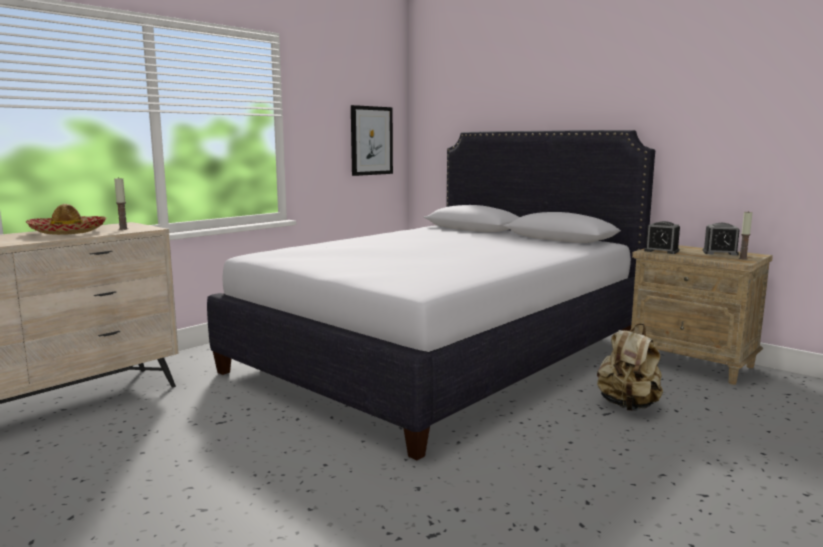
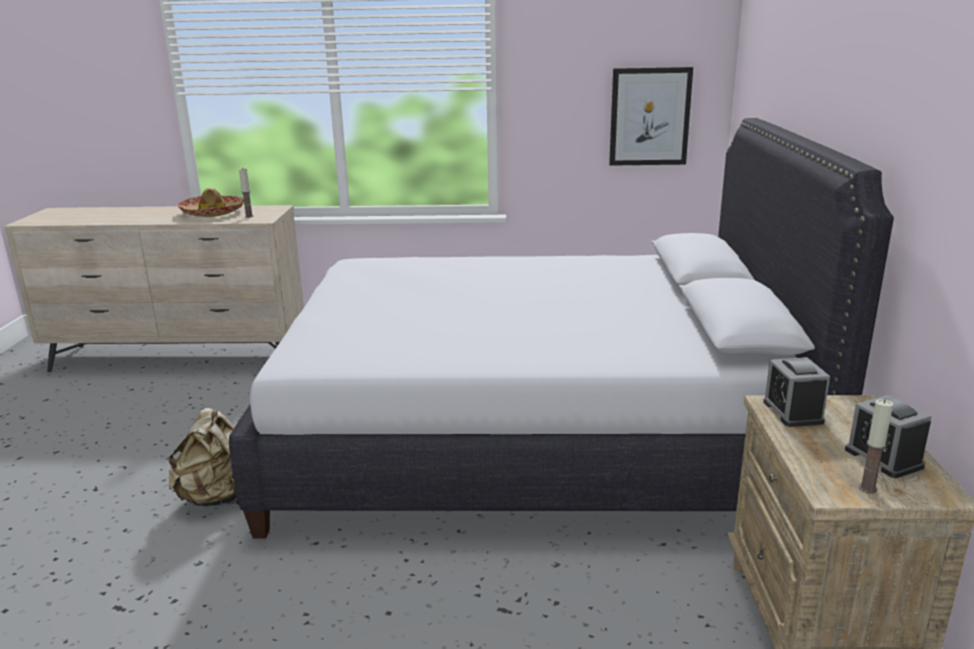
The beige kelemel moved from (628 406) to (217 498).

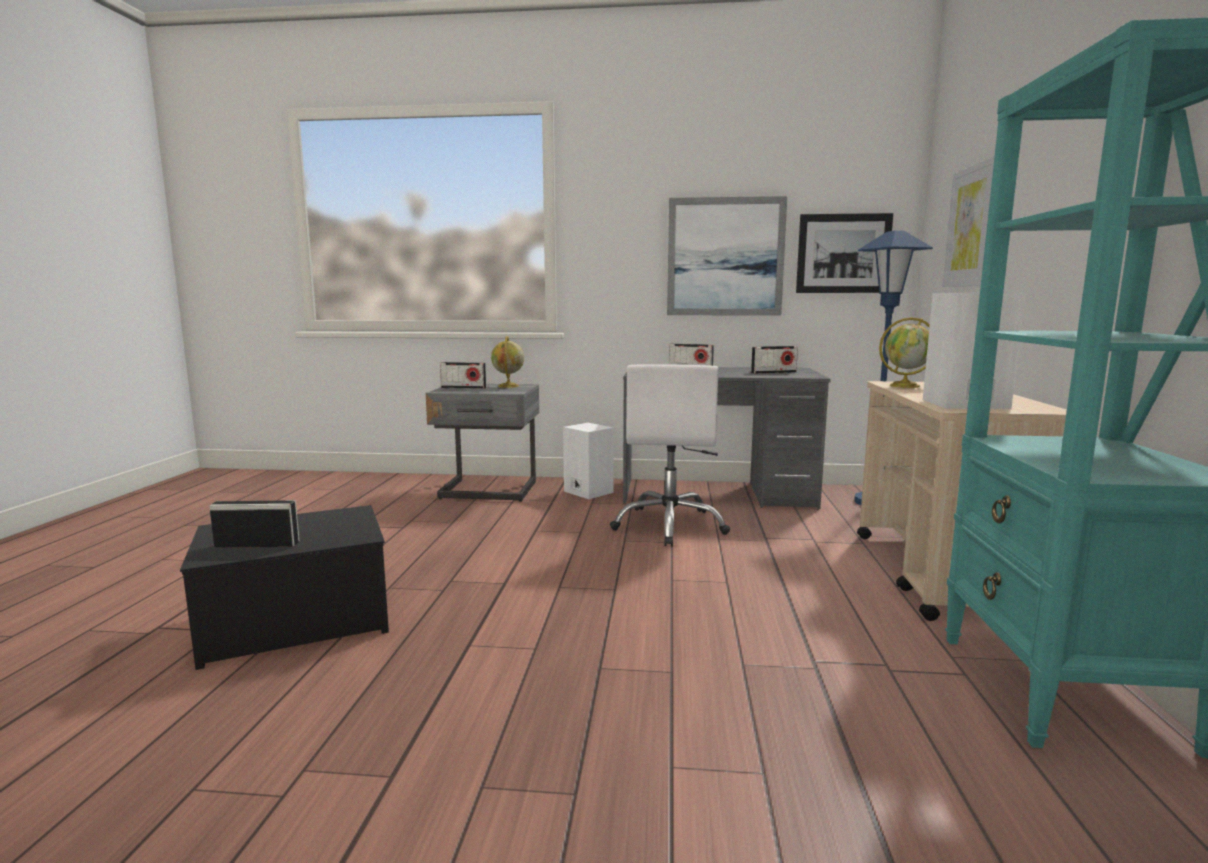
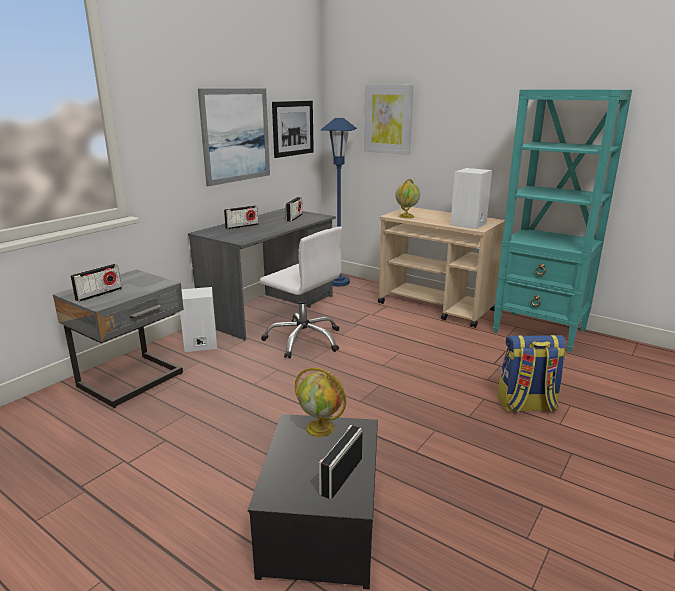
The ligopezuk moved from (508 386) to (321 428). The kelemel at (526 406) appeared.

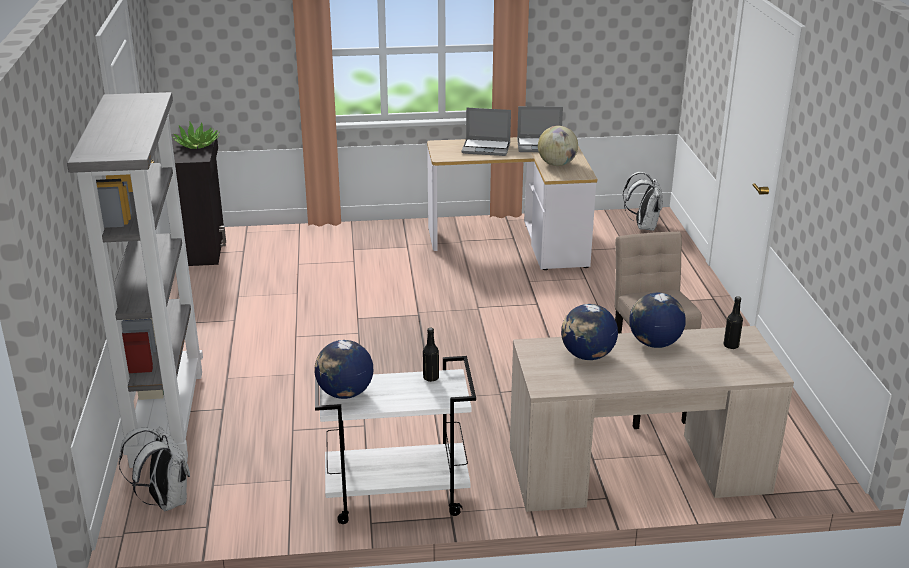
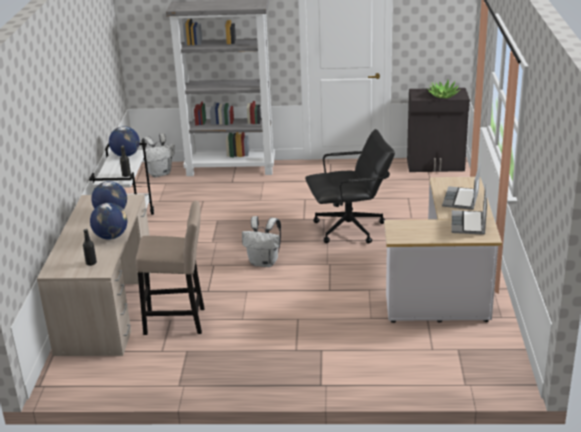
The white kelemel moved from (643 226) to (264 262). The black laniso at (350 229) appeared. The ligopezuk at (557 164) disappeared.

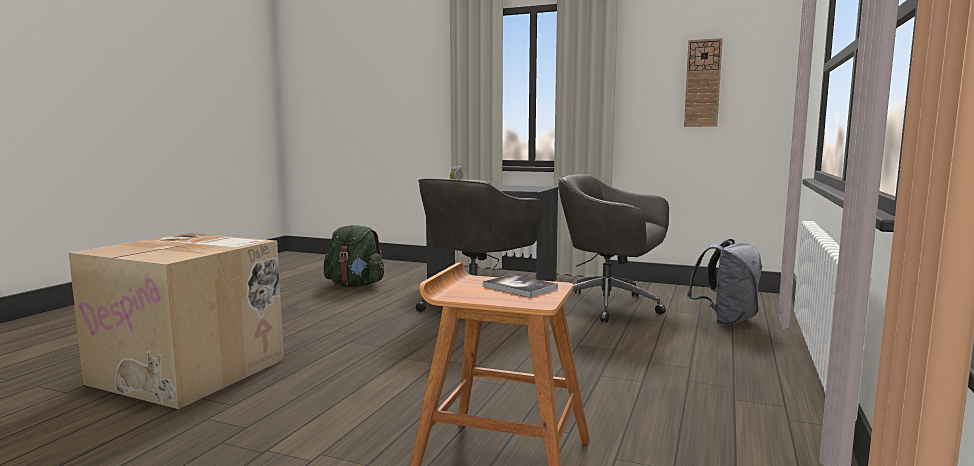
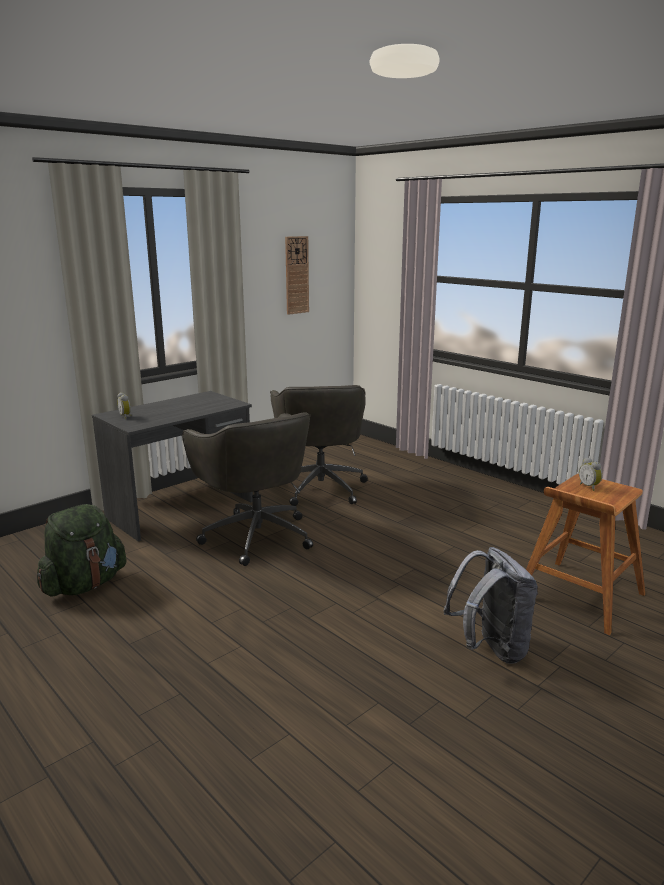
The grey laniso at (610 306) turned 60 degrees counterclockwise. The grey kelemel moved from (726 320) to (490 649). The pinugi at (519 287) was replaced by the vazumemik at (589 487). The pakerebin at (192 371) disappeared.

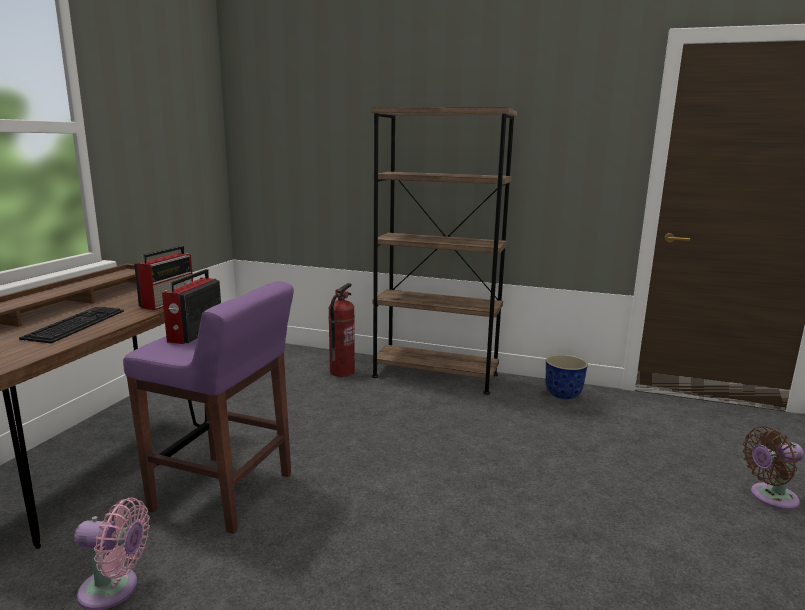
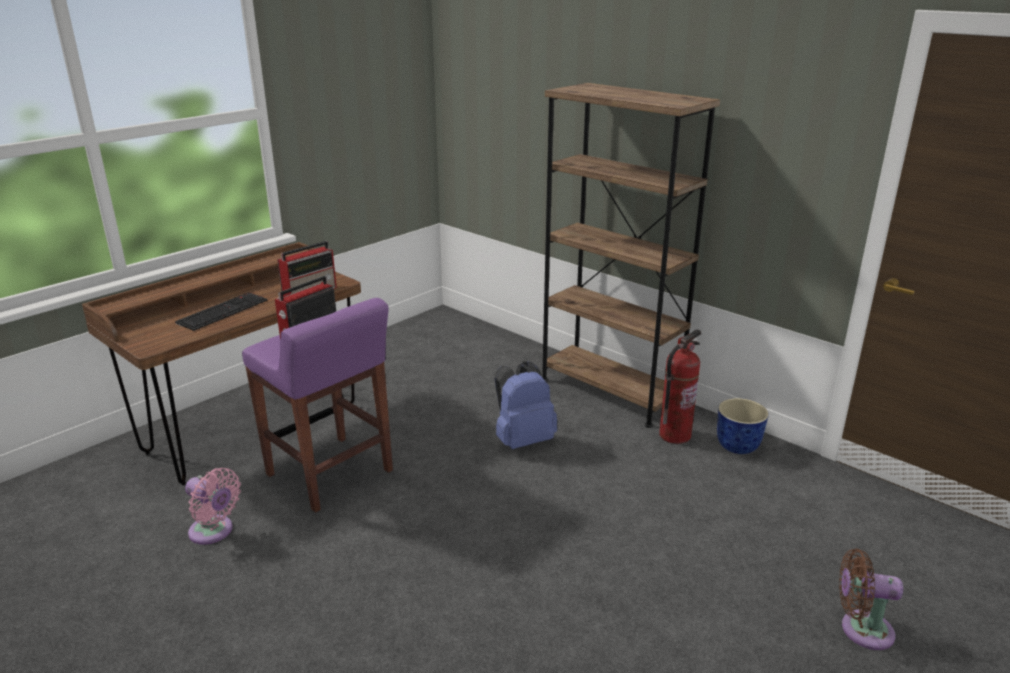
The blue kelemel at (522 440) appeared. The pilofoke moved from (342 372) to (674 435).

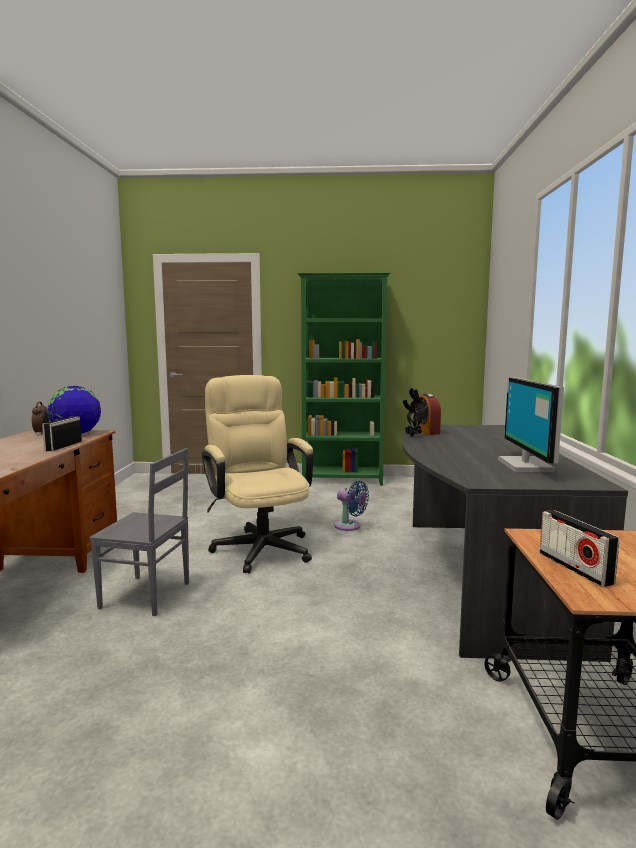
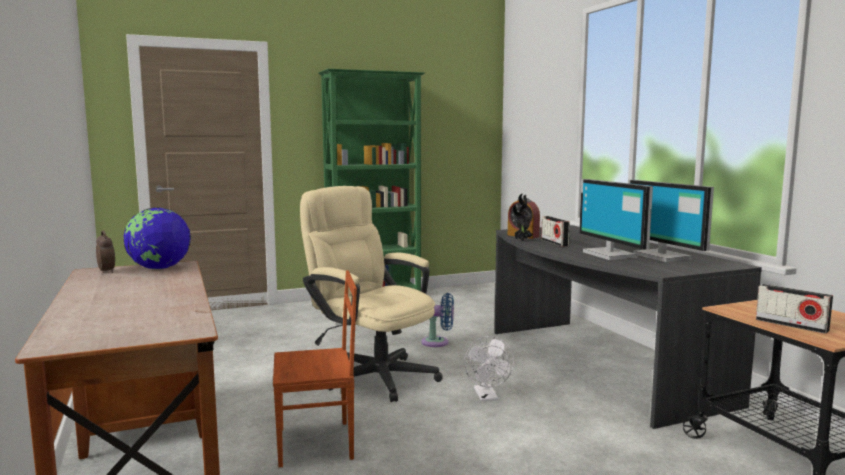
The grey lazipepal at (146 596) became the brown lazipepal at (316 444). The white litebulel at (487 397) appeared. The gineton moved from (63 446) to (554 242). The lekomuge at (611 254) appeared.

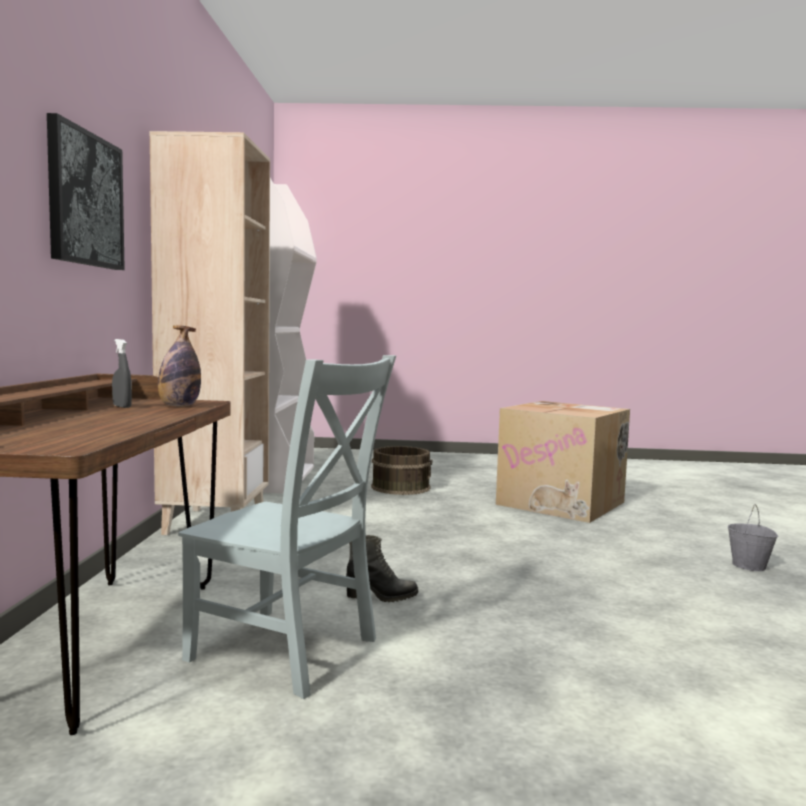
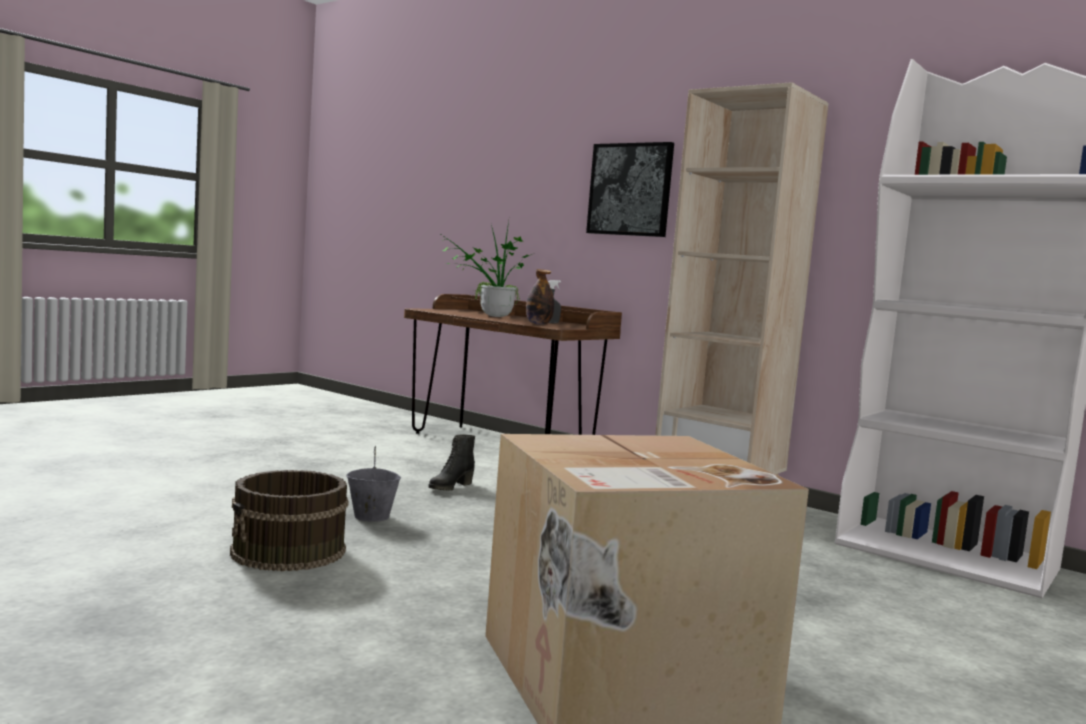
The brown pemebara moved from (401 487) to (289 551). The grey pemebara moved from (749 566) to (371 516). The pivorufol at (489 316) appeared. The grey lazipepal at (289 652) disappeared.

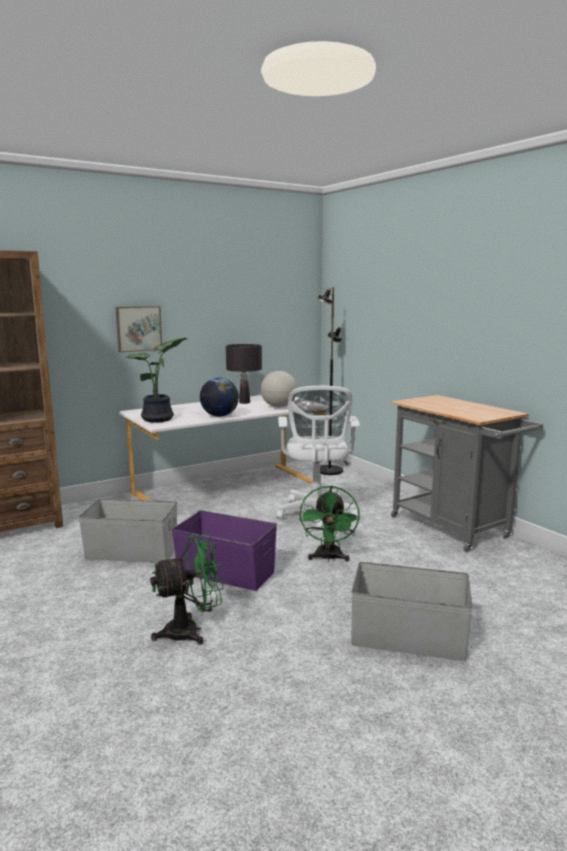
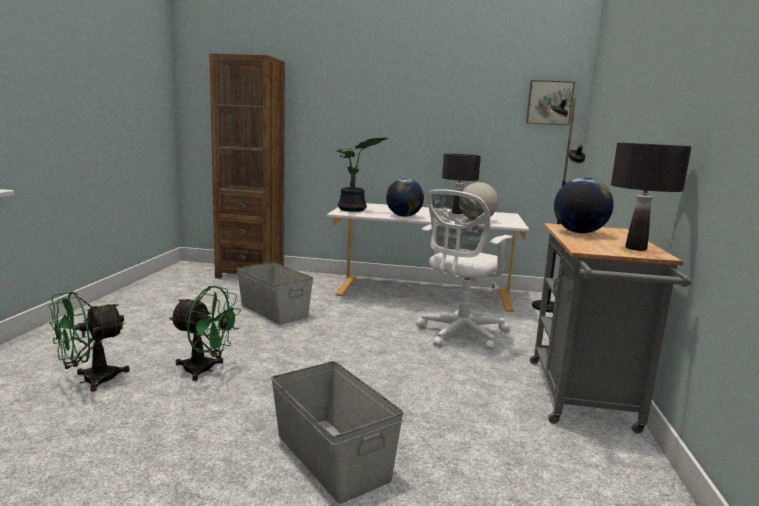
The green litebulel moved from (328 558) to (90 381). The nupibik moved from (138 328) to (549 103). The ligopezuk at (579 232) appeared. The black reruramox at (636 248) appeared. The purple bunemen at (226 572) disappeared.

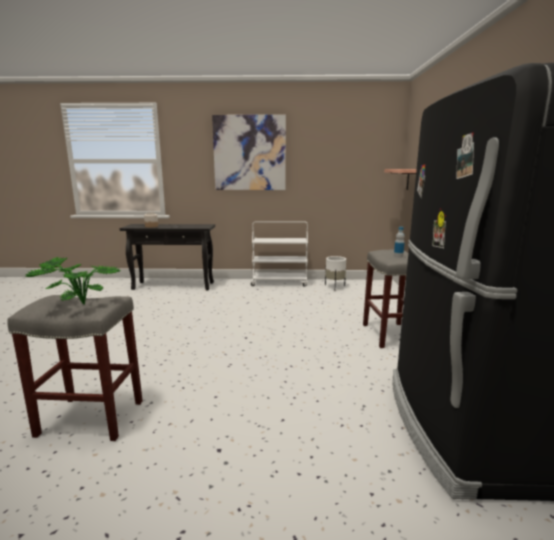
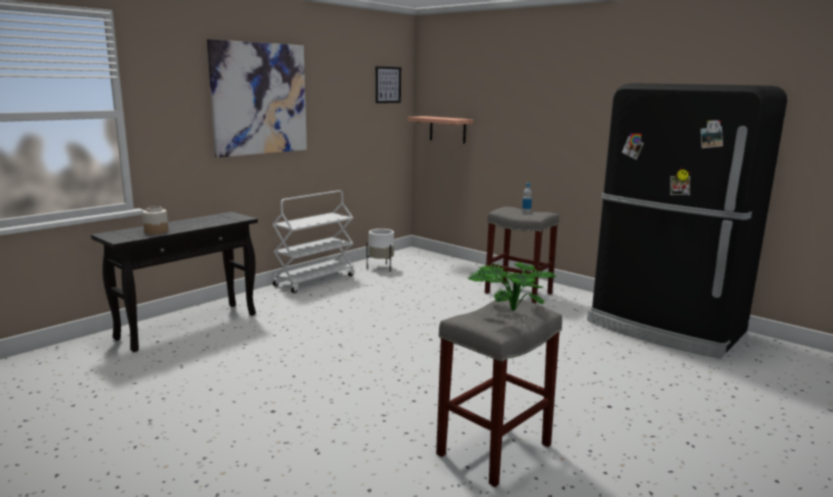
The nupibik at (388 85) appeared.

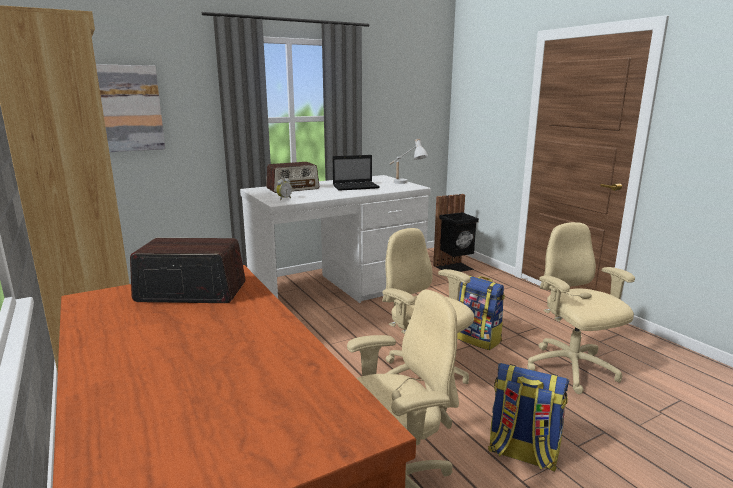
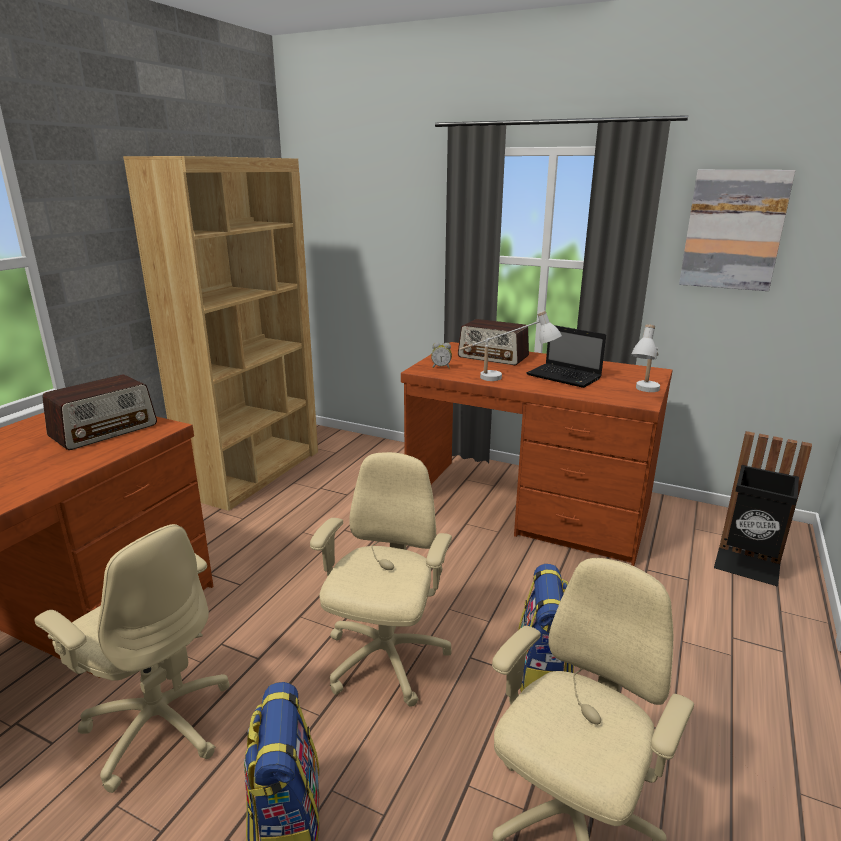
The gineton at (191 292) turned 75 degrees clockwise. The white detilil at (338 289) became the brown detilil at (528 508). The white reruramox at (506 380) appeared. The nupibik moved from (126 108) to (733 230).

